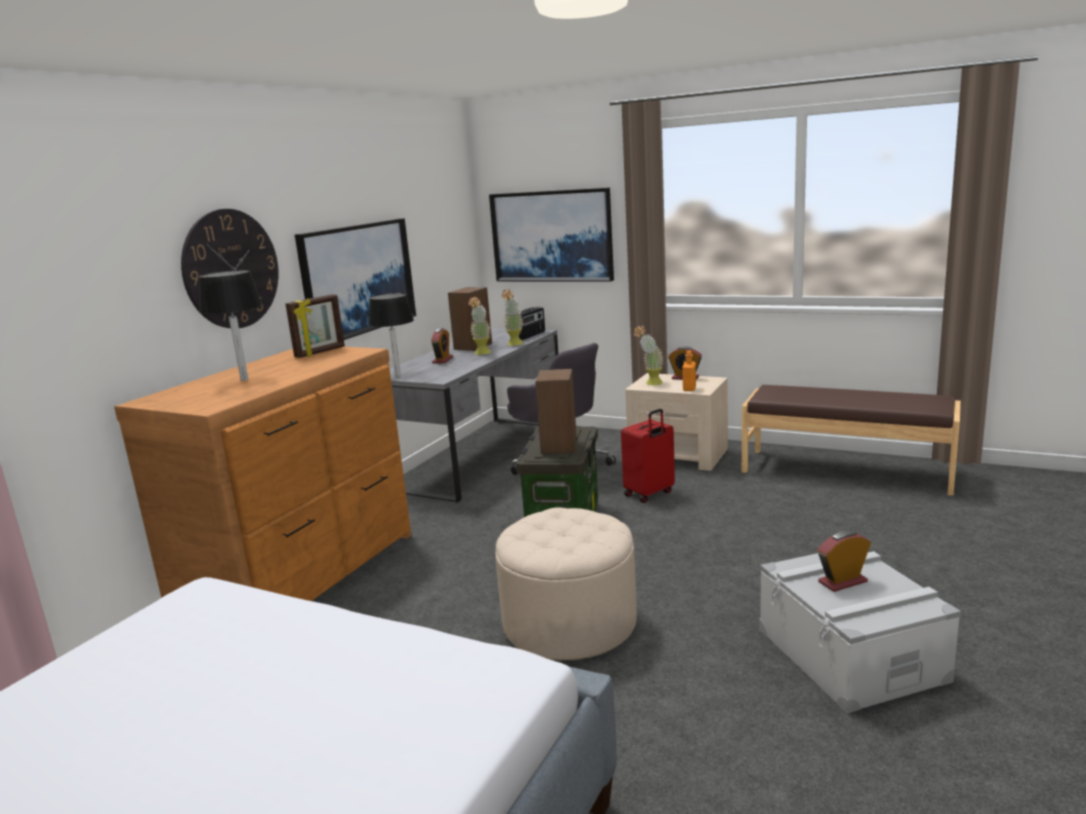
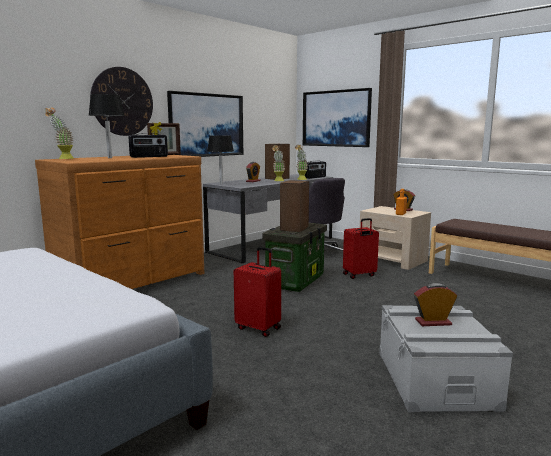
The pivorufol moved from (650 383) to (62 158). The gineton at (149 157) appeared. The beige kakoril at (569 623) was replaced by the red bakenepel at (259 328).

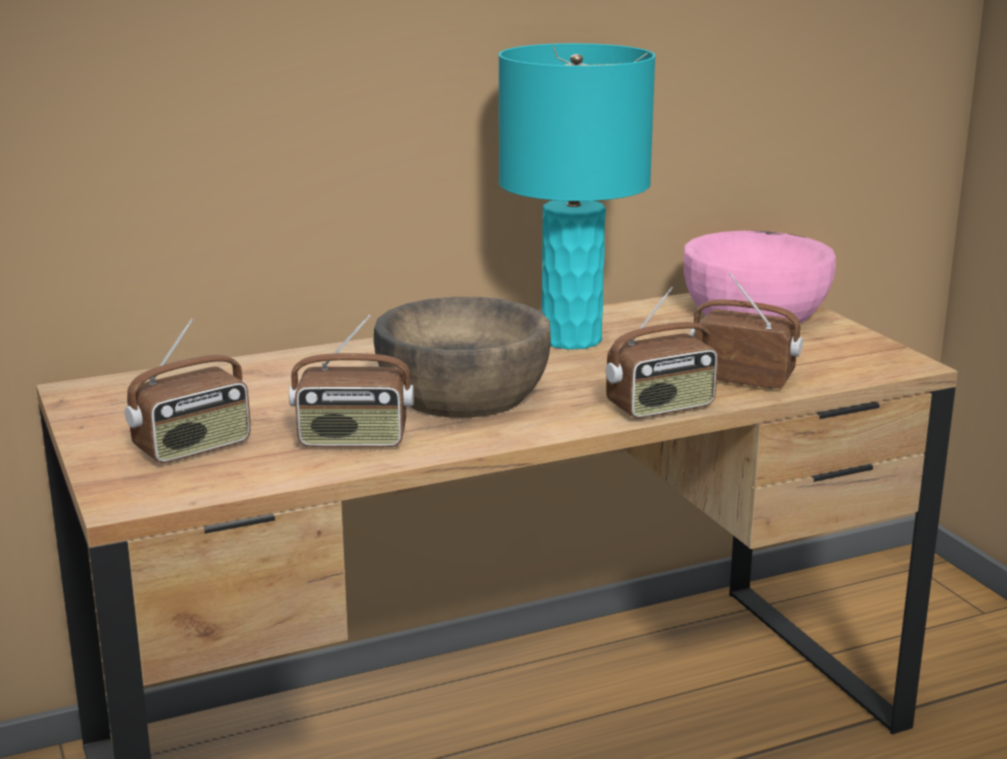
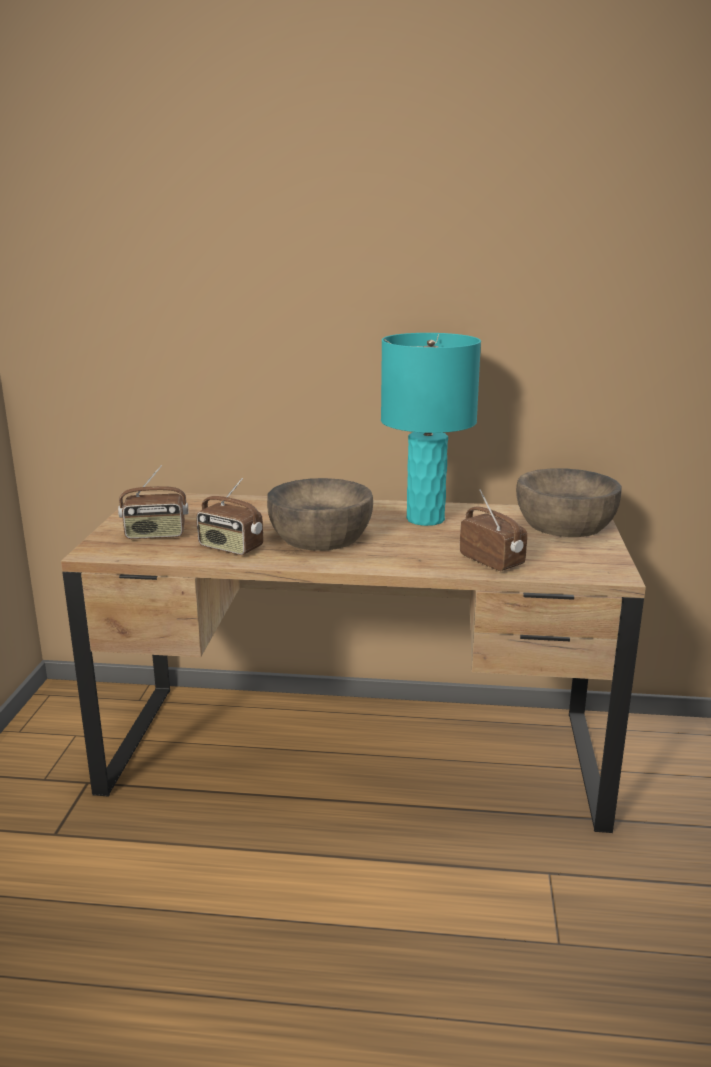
The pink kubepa at (754 311) became the brown kubepa at (564 524). The gineton at (661 407) disappeared.

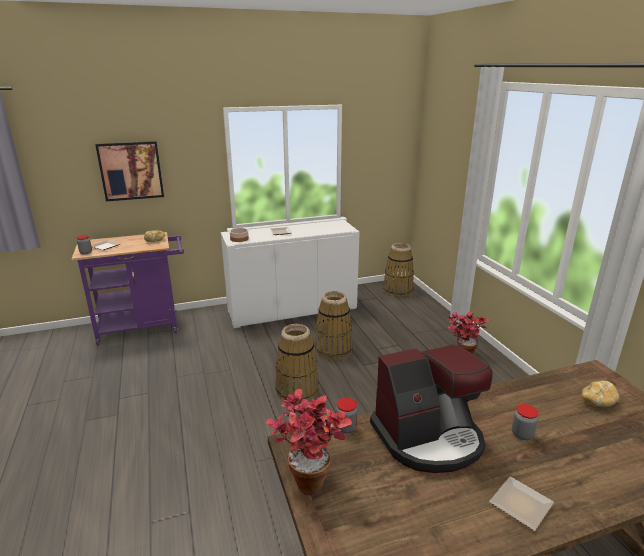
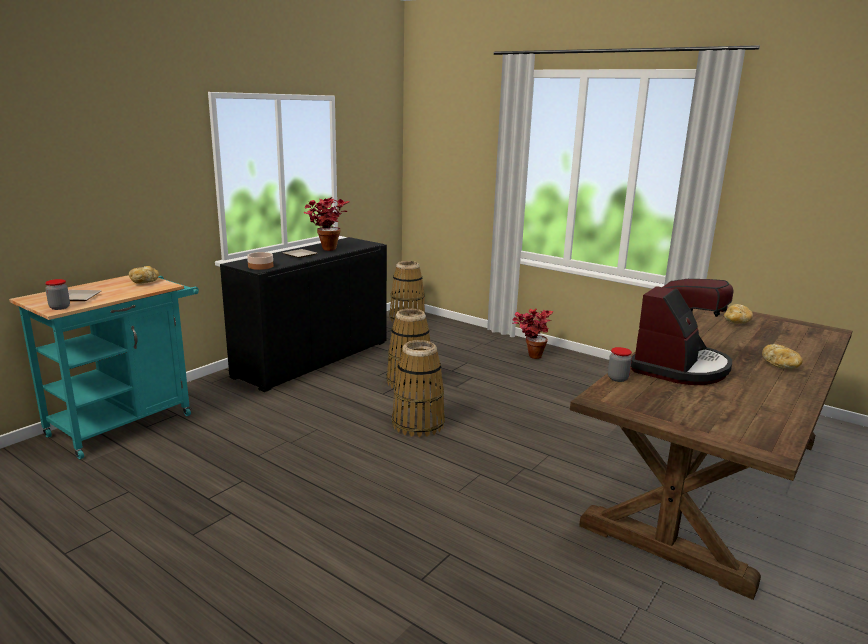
The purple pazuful at (144 327) became the turquoise pazuful at (128 422). The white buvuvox at (292 309) became the black buvuvox at (313 359). The pivorufol moved from (308 477) to (325 248). The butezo at (781 365) appeared. The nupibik at (131 170) disappeared. The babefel at (523 505) disappeared. The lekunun at (522 434) disappeared.

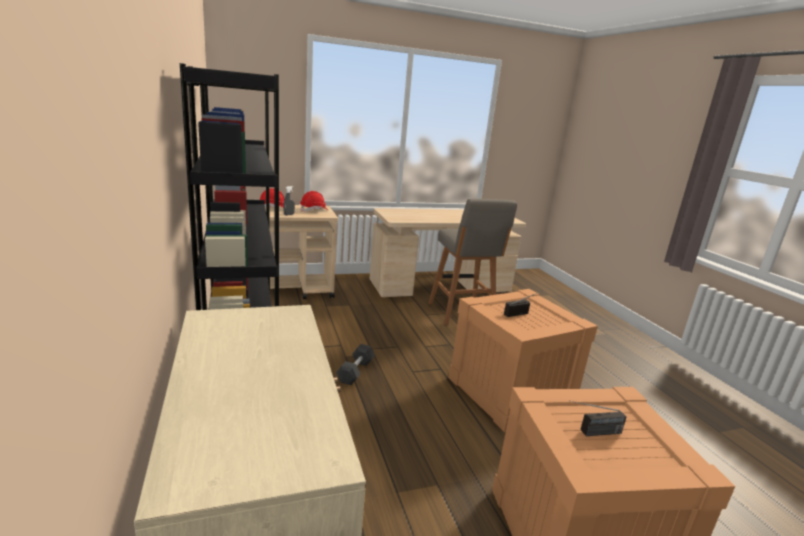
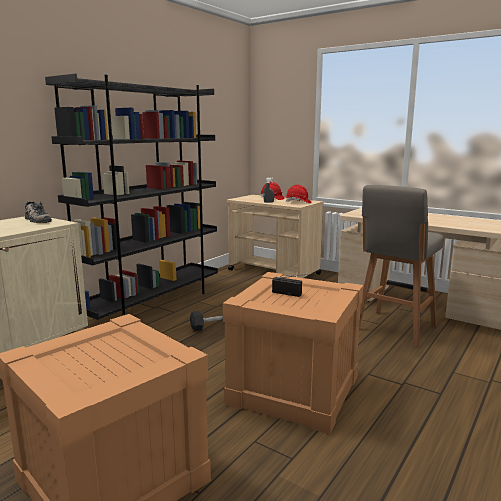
The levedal at (36 219) appeared. The gineton at (591 433) disappeared.

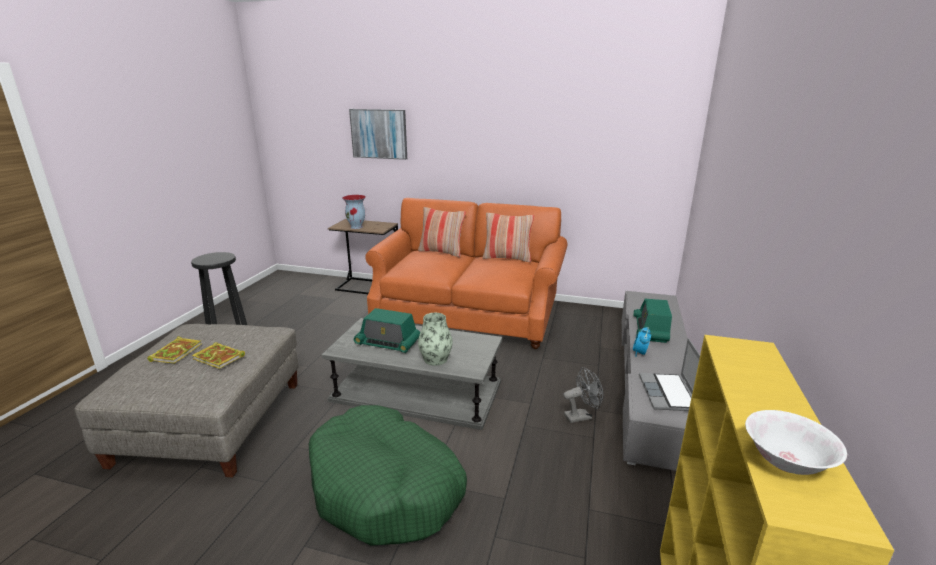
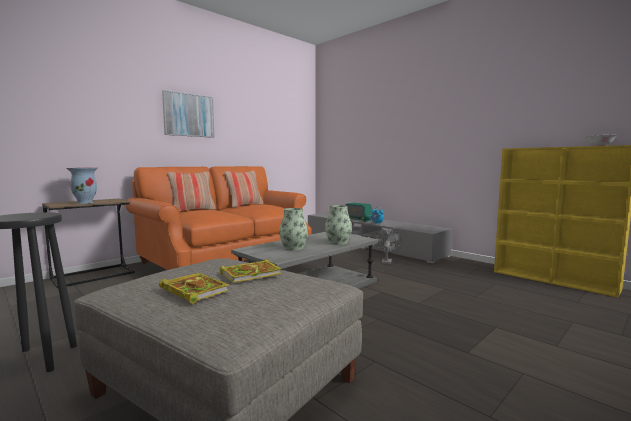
The nupibik moved from (379 134) to (188 115). The gineton at (388 343) was replaced by the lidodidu at (293 248). The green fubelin at (386 487) disappeared. The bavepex at (669 394) disappeared.

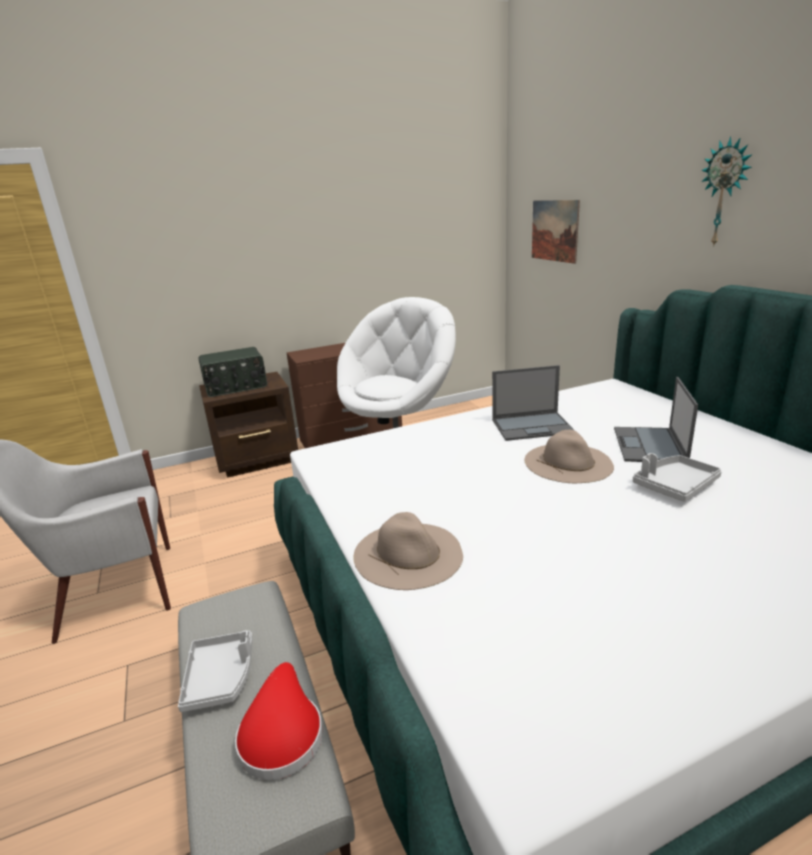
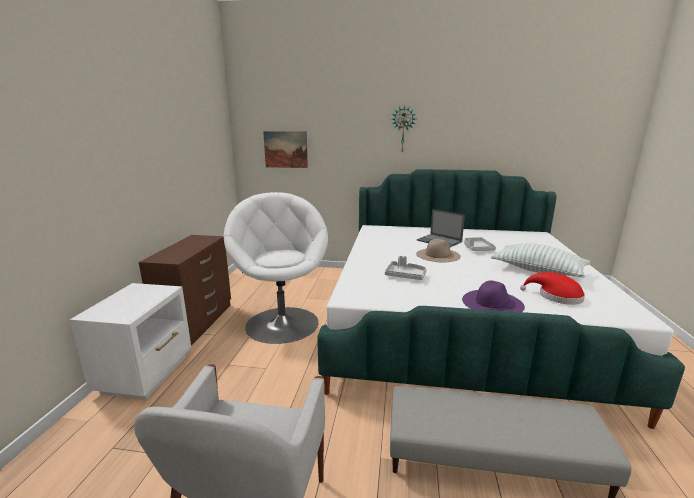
The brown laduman at (258 460) became the white laduman at (147 373). The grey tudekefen moved from (220 677) to (405 275). The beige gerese at (408 554) became the purple gerese at (492 302). The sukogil at (538 271) appeared. The red gerese moved from (282 733) to (556 296). The gineton at (236 386) disappeared. The bavepex at (533 426) disappeared.

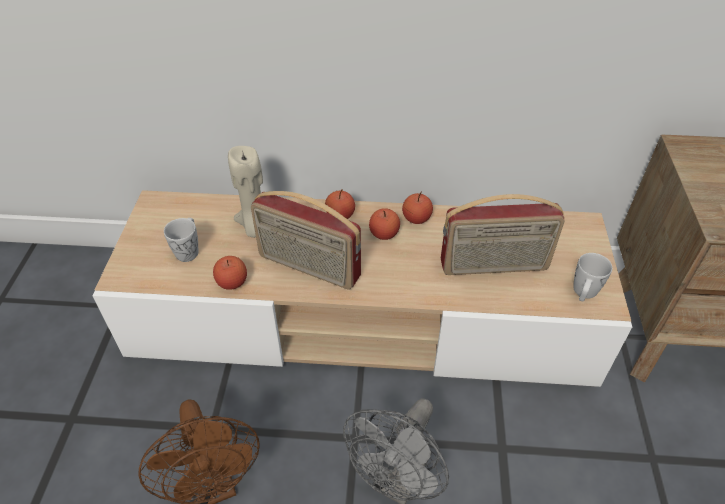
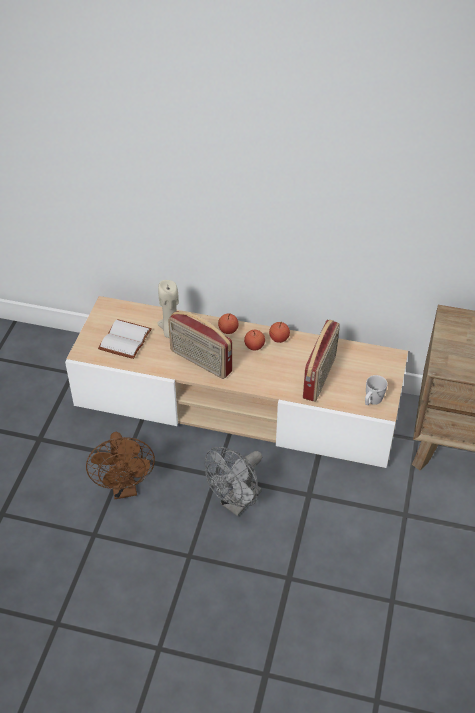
The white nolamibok at (189 250) was replaced by the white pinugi at (126 341). The gineton at (494 267) turned 75 degrees counterclockwise. The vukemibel at (232 282) disappeared.

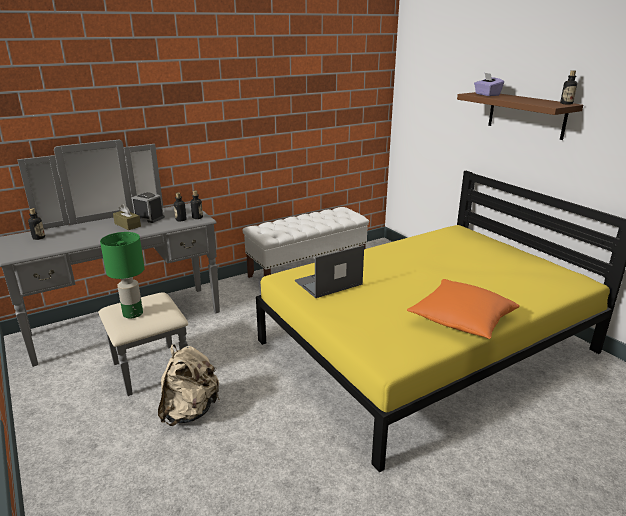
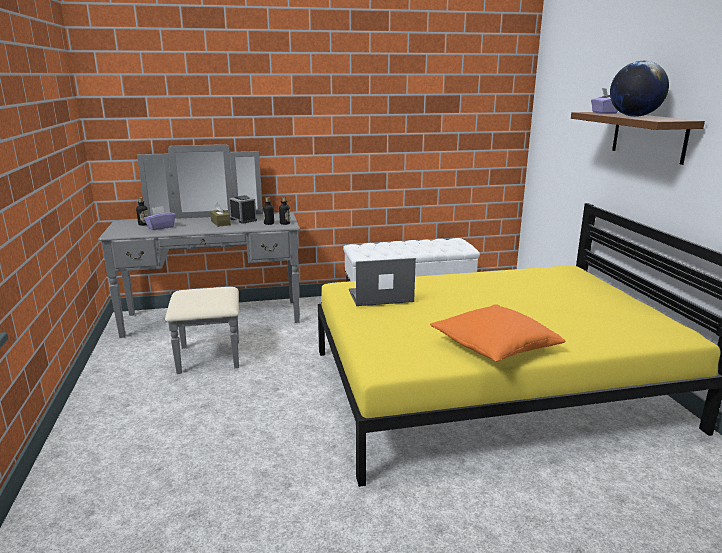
The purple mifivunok at (160 227) appeared. The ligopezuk at (634 116) appeared. The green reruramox at (132 314) disappeared. The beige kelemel at (190 411) disappeared. The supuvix at (566 103) disappeared.

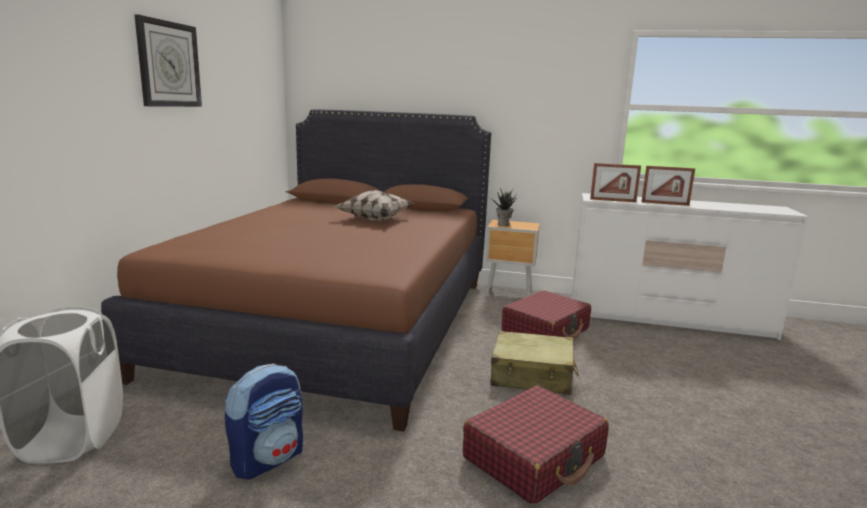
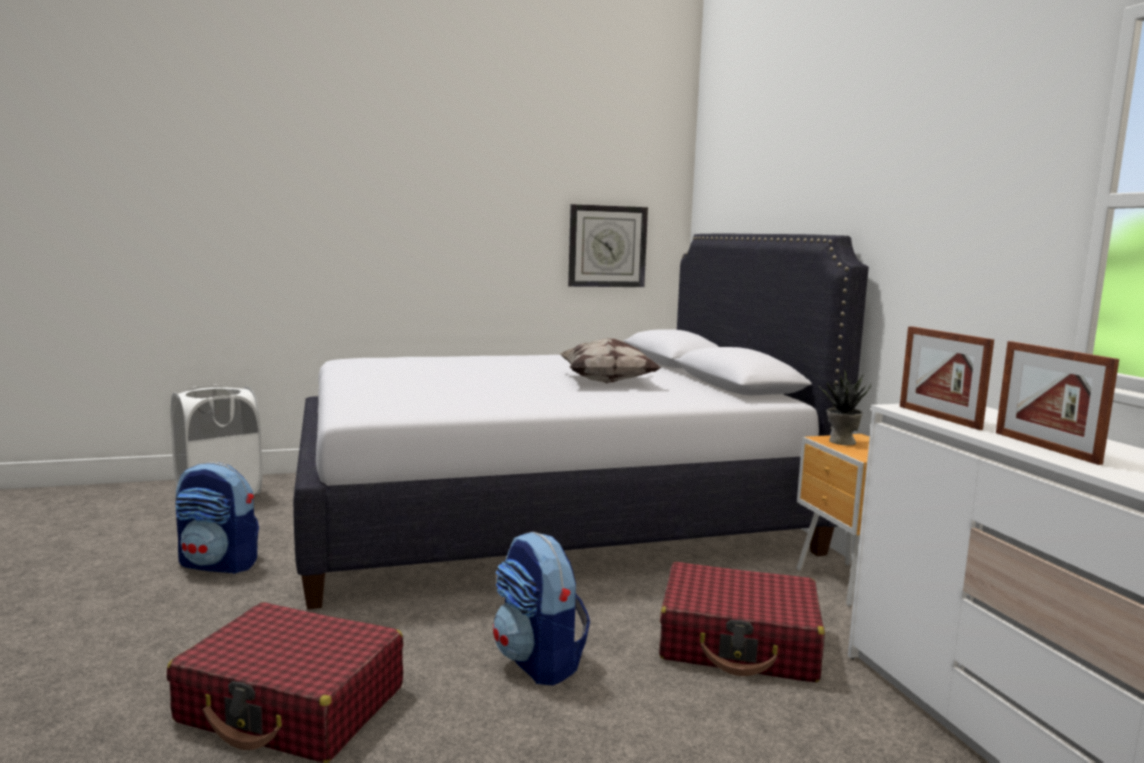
The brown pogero at (339 323) became the white pogero at (545 513). The beige bakenepel at (532 376) was replaced by the kelemel at (539 662). The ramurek moved from (169 64) to (607 246).

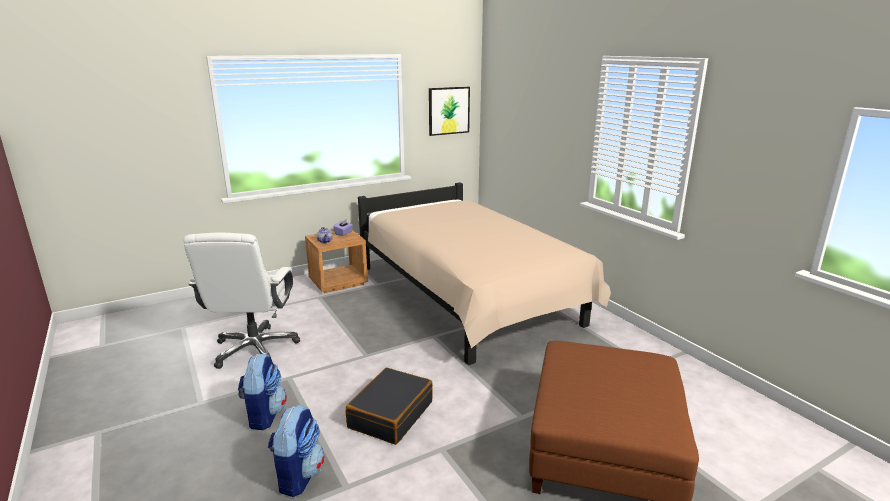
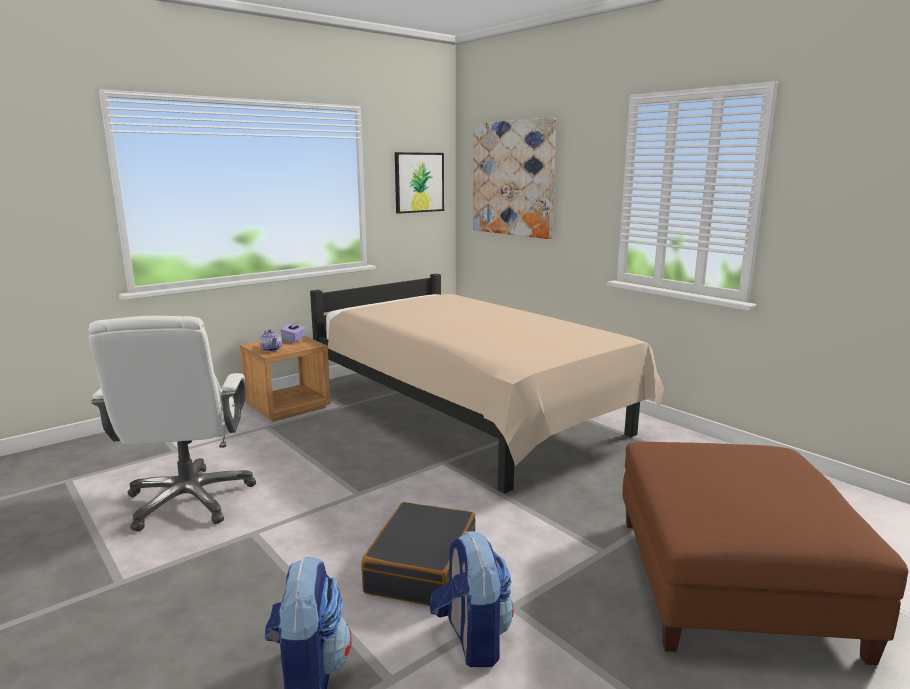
The kelemel moved from (264 415) to (471 639). The nupibik at (513 178) appeared.

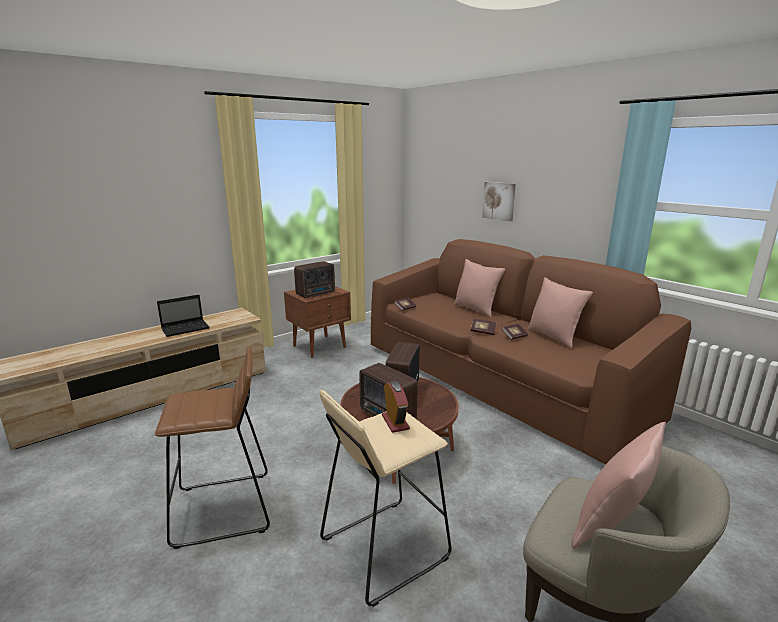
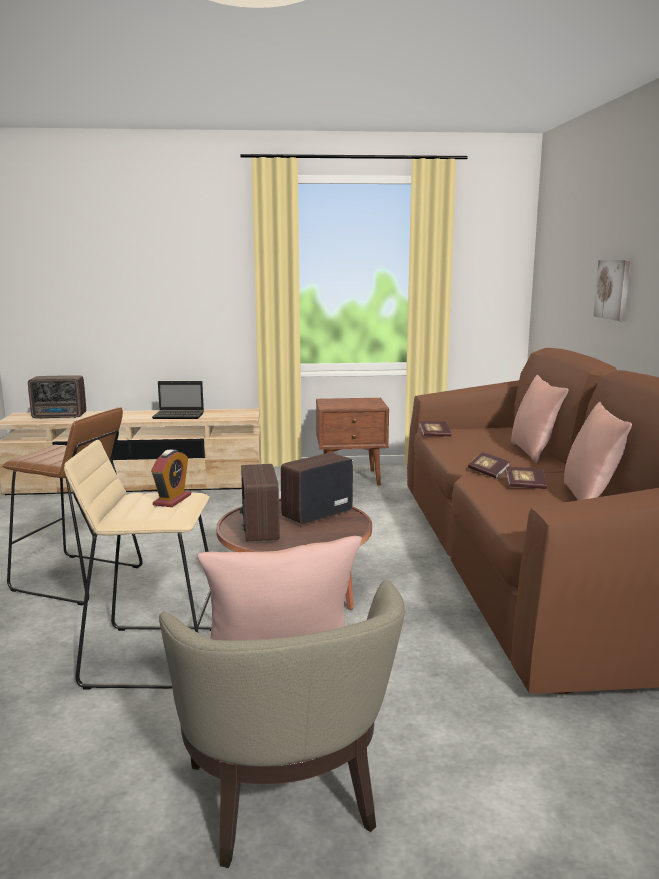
The gineton moved from (316 294) to (60 416).

